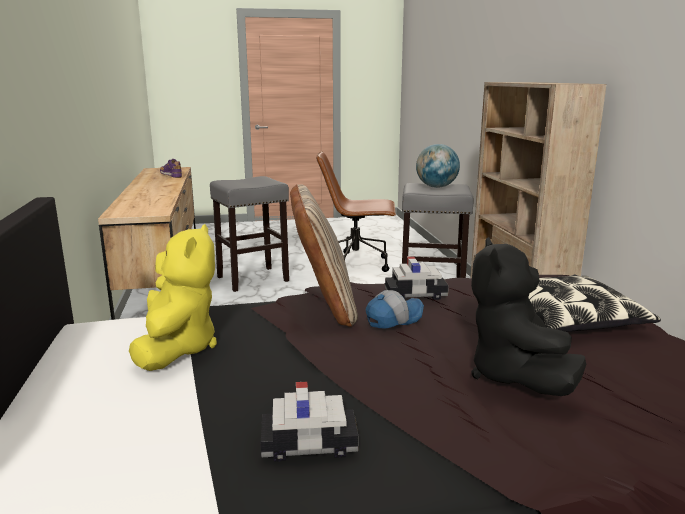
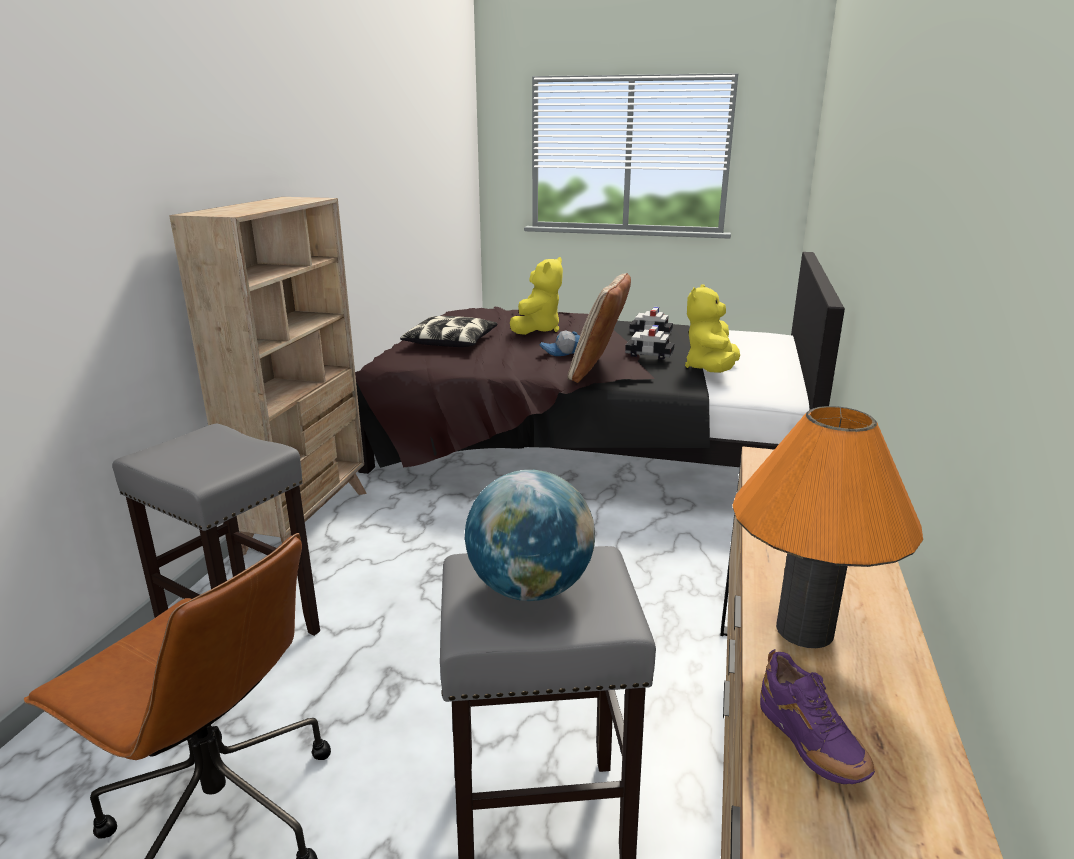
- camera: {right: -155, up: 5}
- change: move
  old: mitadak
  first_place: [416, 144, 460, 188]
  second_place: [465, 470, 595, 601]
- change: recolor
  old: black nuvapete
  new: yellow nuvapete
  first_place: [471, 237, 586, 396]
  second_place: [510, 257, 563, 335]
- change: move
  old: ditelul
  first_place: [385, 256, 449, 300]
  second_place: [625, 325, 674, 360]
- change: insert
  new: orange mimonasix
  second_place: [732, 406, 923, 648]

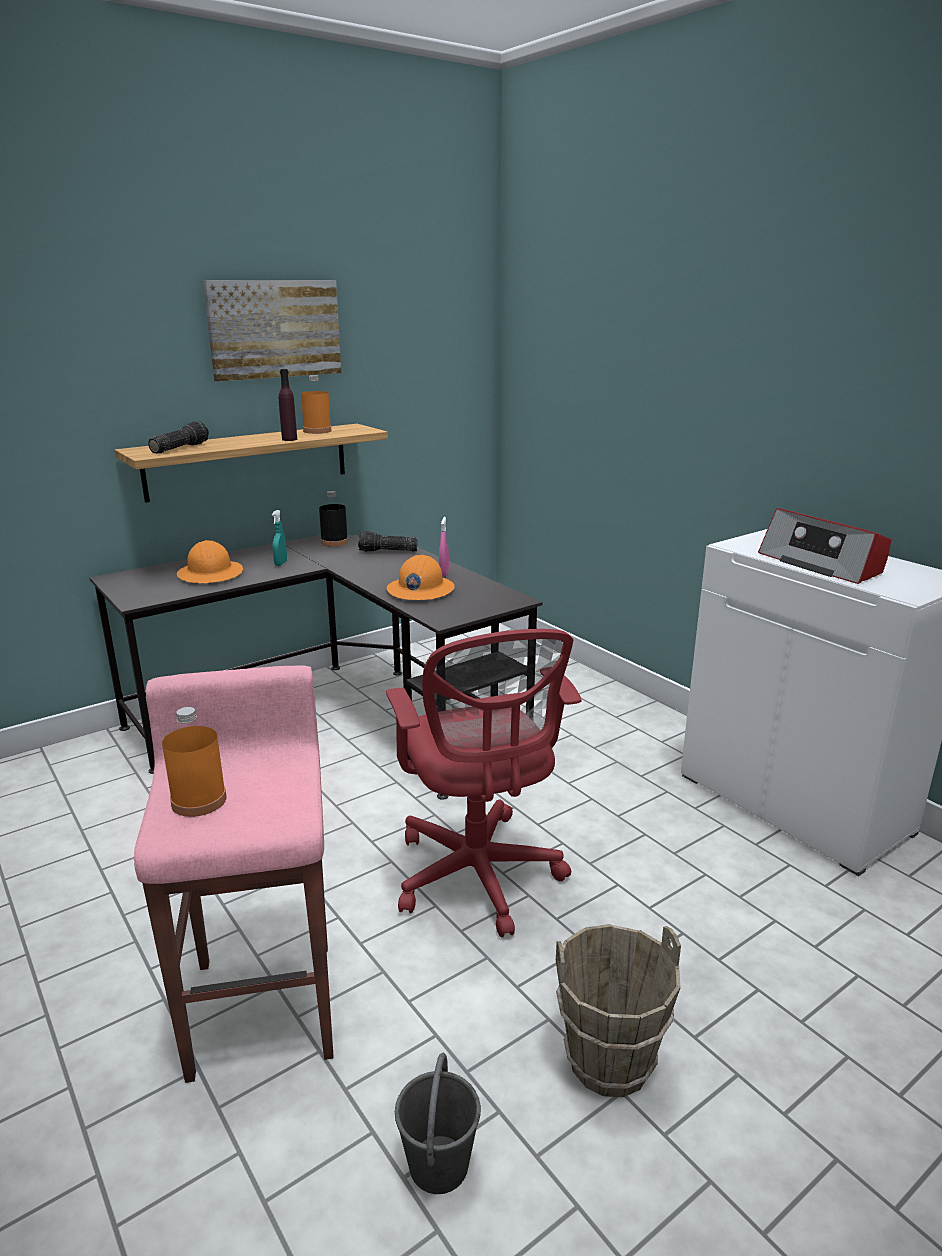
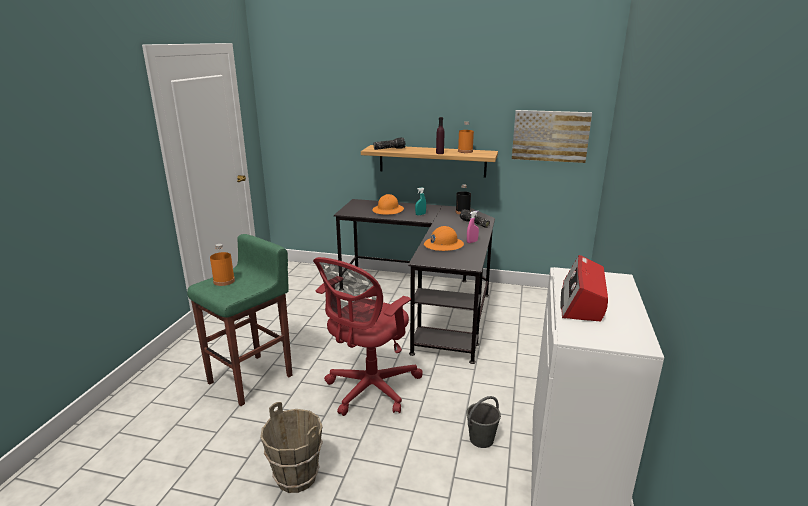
- camera: {right: 50, up: 0}
- change: recolor
  old: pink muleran
  new: green muleran
  first_place: [134, 665, 333, 1083]
  second_place: [187, 234, 292, 406]
- change: move
  old: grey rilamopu
  first_place: [395, 1053, 481, 1194]
  second_place: [466, 396, 501, 448]
- change: move
  old: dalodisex
  first_place: [203, 280, 342, 382]
  second_place: [512, 110, 592, 163]

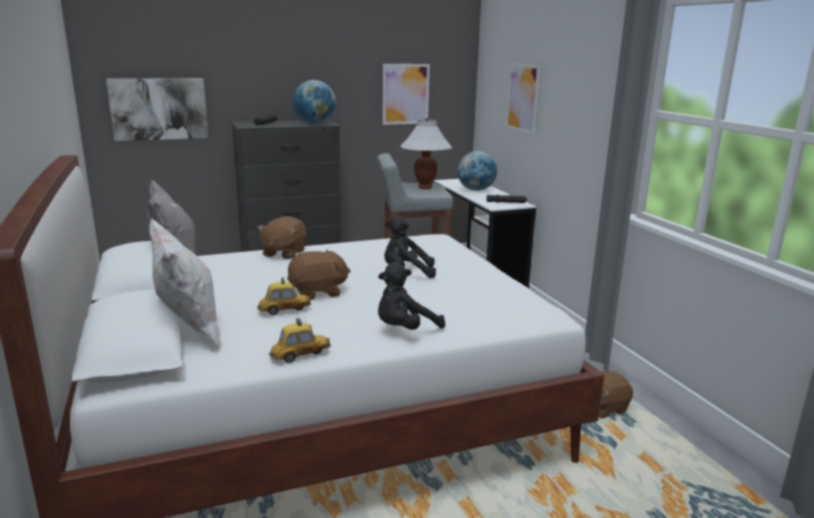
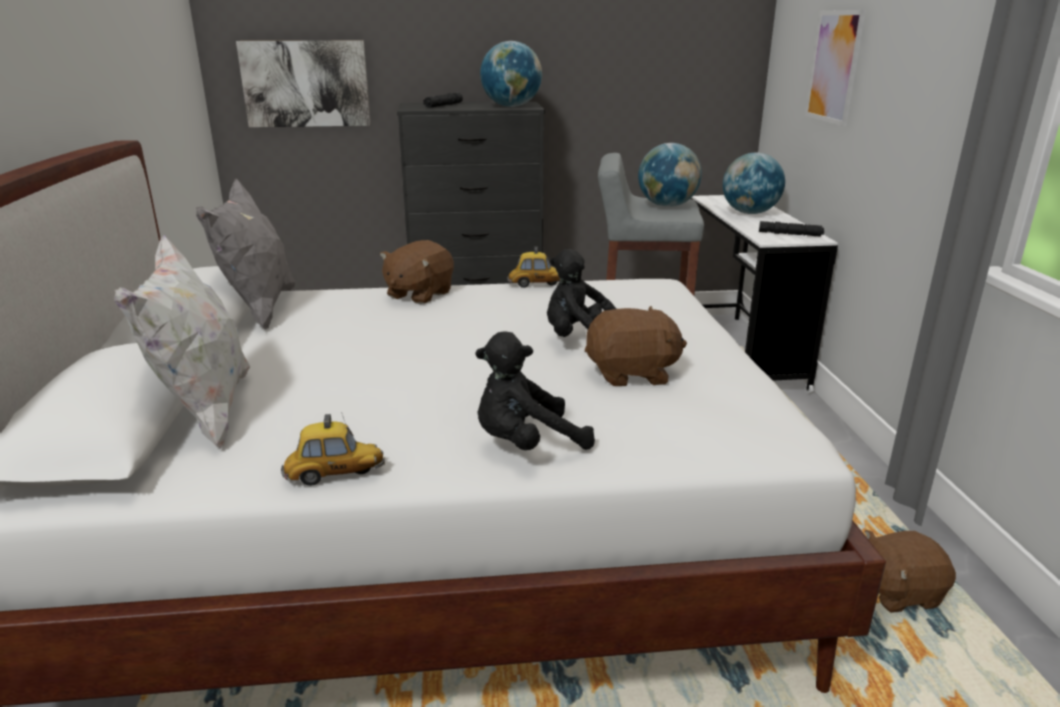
- camera: {right: 15, up: 5}
- change: move
  old: ditelul
  first_place: [257, 277, 311, 315]
  second_place: [507, 247, 561, 288]
- change: move
  old: brown nuvapete
  first_place: [287, 250, 350, 300]
  second_place: [585, 306, 687, 386]
- change: replace
  old: white mimonasix
  new: mitadak
  first_place: [401, 118, 452, 189]
  second_place: [638, 143, 702, 207]
- change: delete
  old: dalodisex
  first_place: [382, 64, 430, 125]

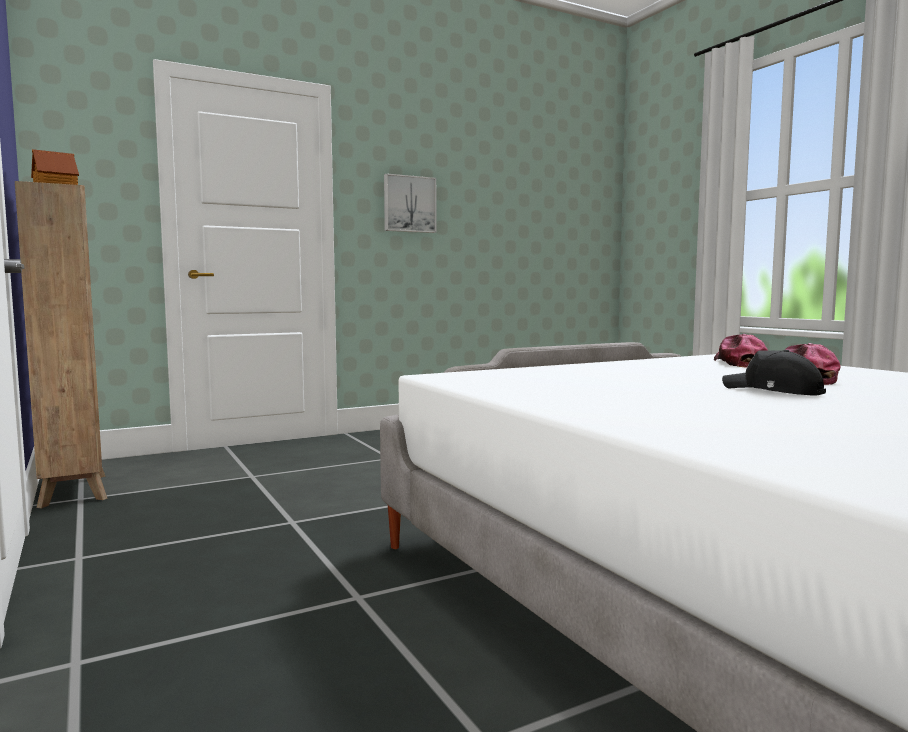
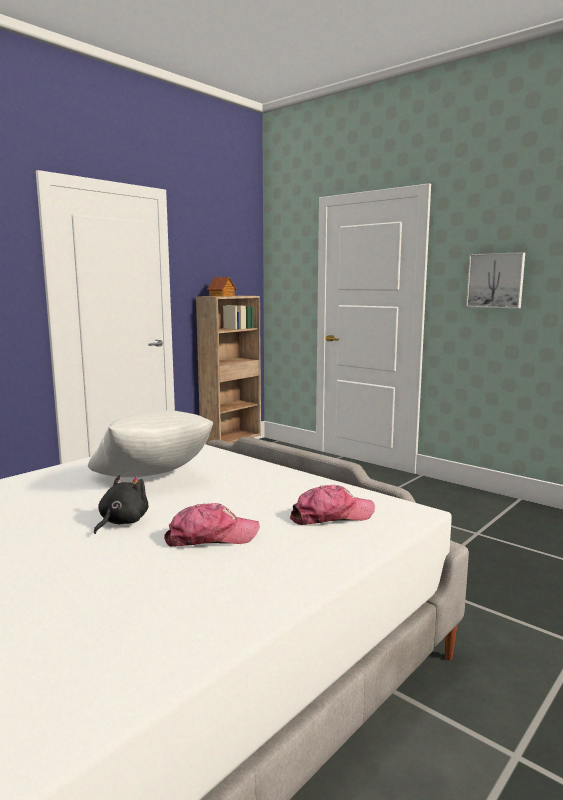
- camera: {right: 70, up: 5}
- change: insert
  new: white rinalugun
  second_place: [88, 410, 213, 477]
- change: replace
  old: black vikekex
  new: black nuvapete
  first_place: [722, 350, 826, 395]
  second_place: [94, 475, 149, 534]

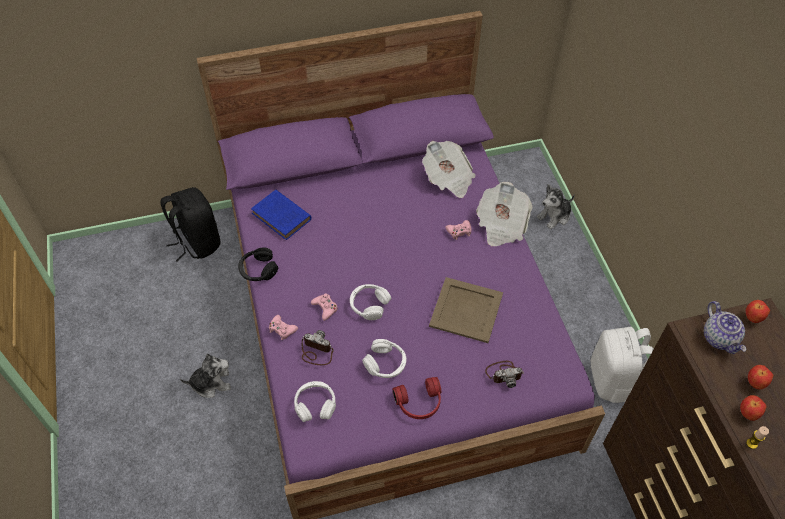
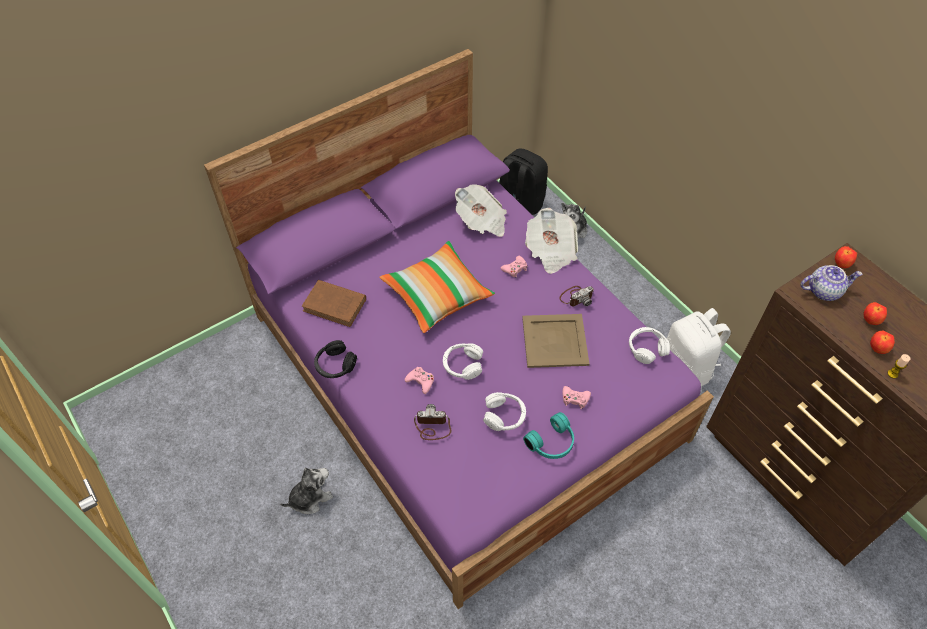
- camera: {right: -20, up: 0}
- change: recolor
  old: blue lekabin
  new: brown lekabin
  first_place: [251, 190, 311, 240]
  second_place: [302, 280, 366, 327]
- change: insert
  new: rinalugun
  second_place: [379, 241, 495, 333]
- change: move
  old: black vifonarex
  first_place: [161, 187, 221, 261]
  second_place: [499, 148, 548, 215]
- change: recolor
  old: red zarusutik
  new: turquoise zarusutik
  first_place: [393, 377, 441, 419]
  second_place: [523, 412, 574, 459]
- change: move
  old: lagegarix
  first_place: [485, 361, 524, 388]
  second_place: [559, 286, 594, 306]
- change: move
  old: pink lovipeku
  first_place: [269, 315, 298, 340]
  second_place: [562, 386, 591, 409]
- change: move
  old: white zarusutik
  first_place: [294, 381, 336, 422]
  second_place: [629, 327, 670, 364]
- change: rotate
  old: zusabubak
  first_place: [704, 301, 746, 354]
  second_place: [800, 265, 862, 301]
  degrees: -60

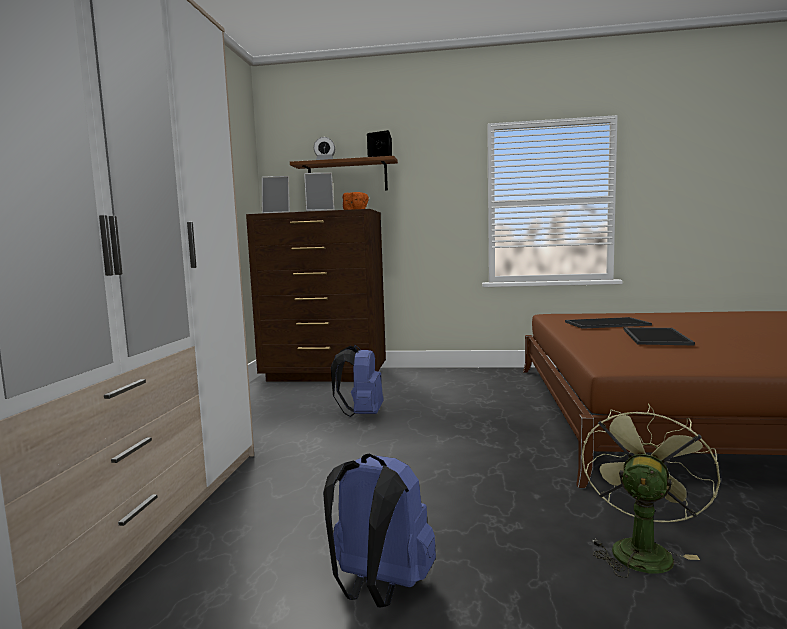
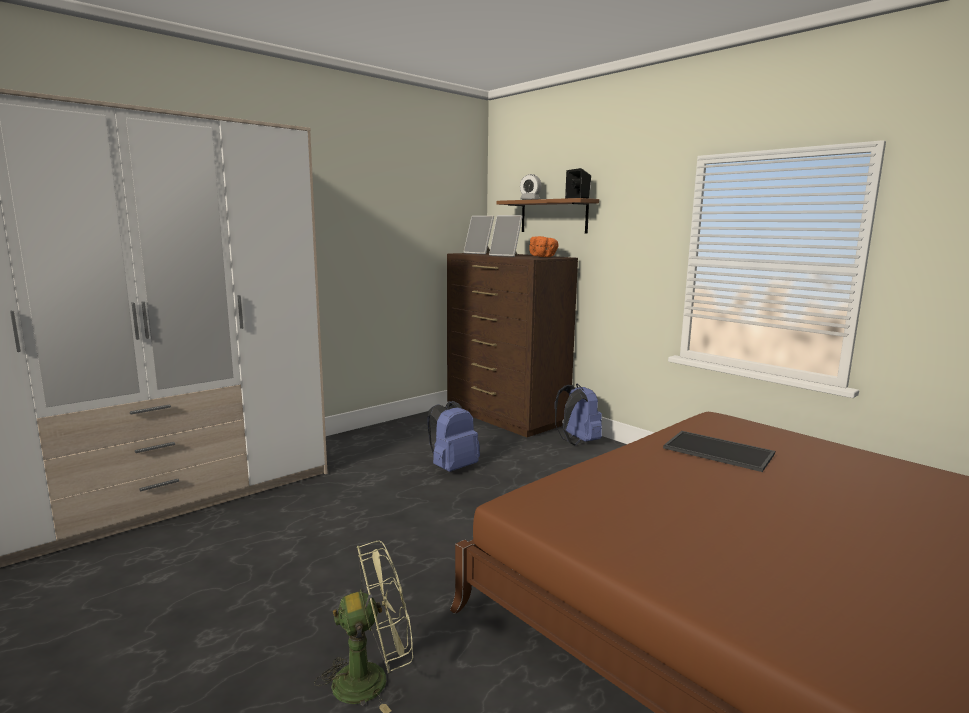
- camera: {right: 40, up: 5}
- change: move
  old: blue vifonarex
  first_place: [323, 454, 436, 607]
  second_place: [555, 384, 602, 445]
- change: delete
  old: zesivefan
  first_place: [624, 327, 695, 345]

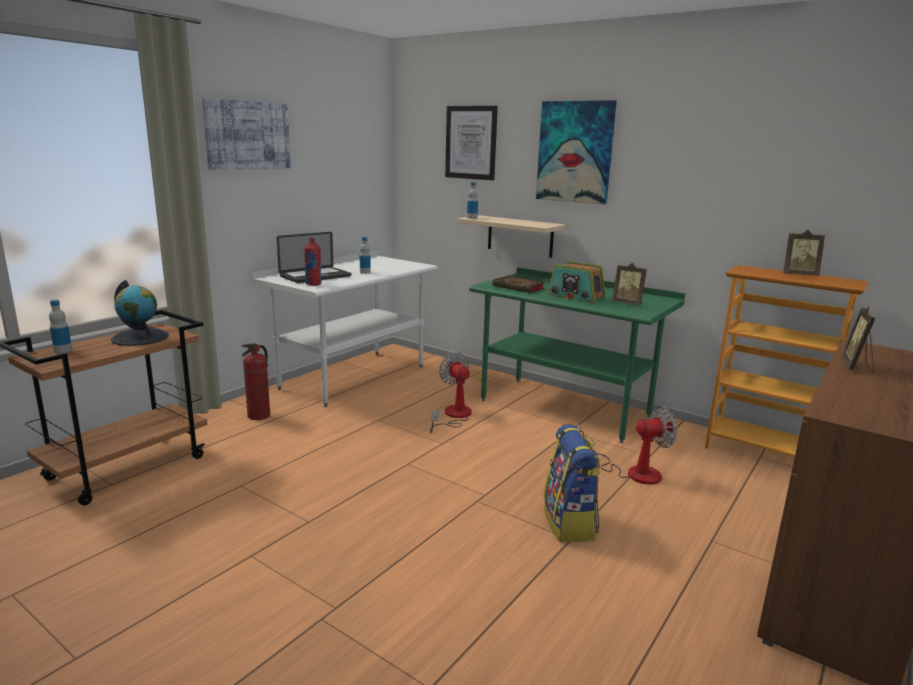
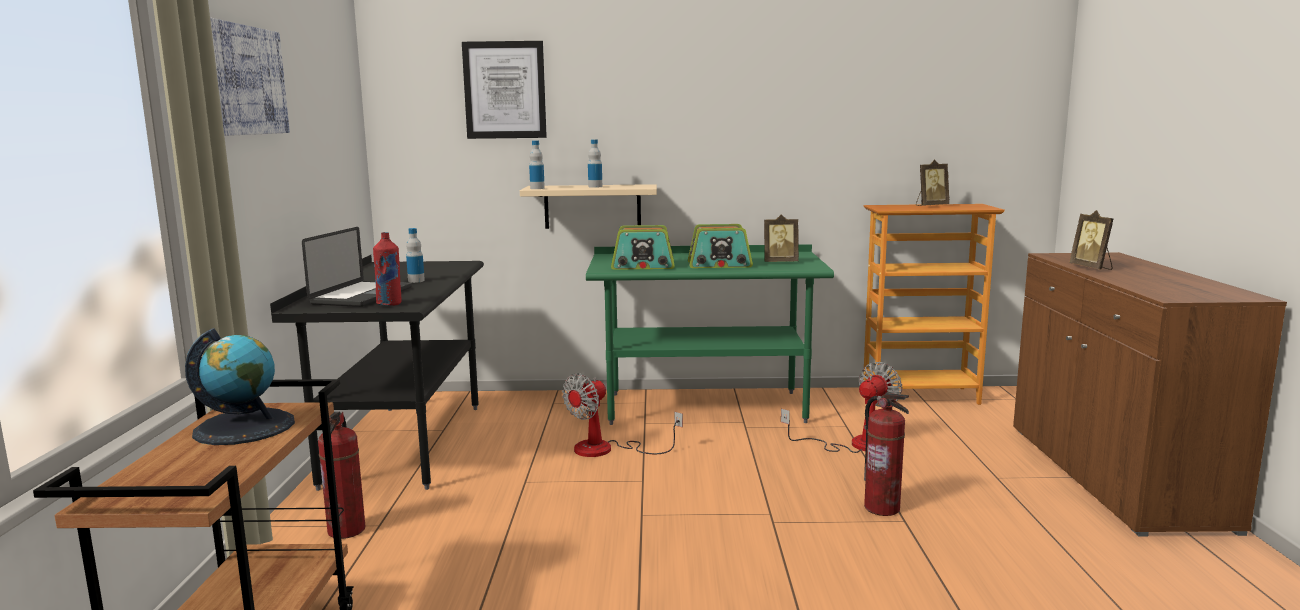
- camera: {right: -35, up: -5}
- change: recolor
  old: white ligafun
  new: black ligafun
  first_place: [253, 251, 438, 407]
  second_place: [270, 255, 484, 491]
- change: rotate
  old: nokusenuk
  first_place: [430, 352, 472, 433]
  second_place: [562, 373, 683, 457]
  degrees: -75
- change: move
  old: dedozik
  first_place: [49, 300, 72, 353]
  second_place: [588, 139, 602, 188]
- change: replace
  old: lekabin
  new: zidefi
  first_place: [493, 276, 545, 293]
  second_place: [611, 225, 675, 270]
- change: replace
  old: vifonarex
  new: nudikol
  first_place: [543, 424, 601, 542]
  second_place: [864, 393, 909, 516]
- change: delete
  old: dalodisex
  first_place: [536, 100, 617, 205]

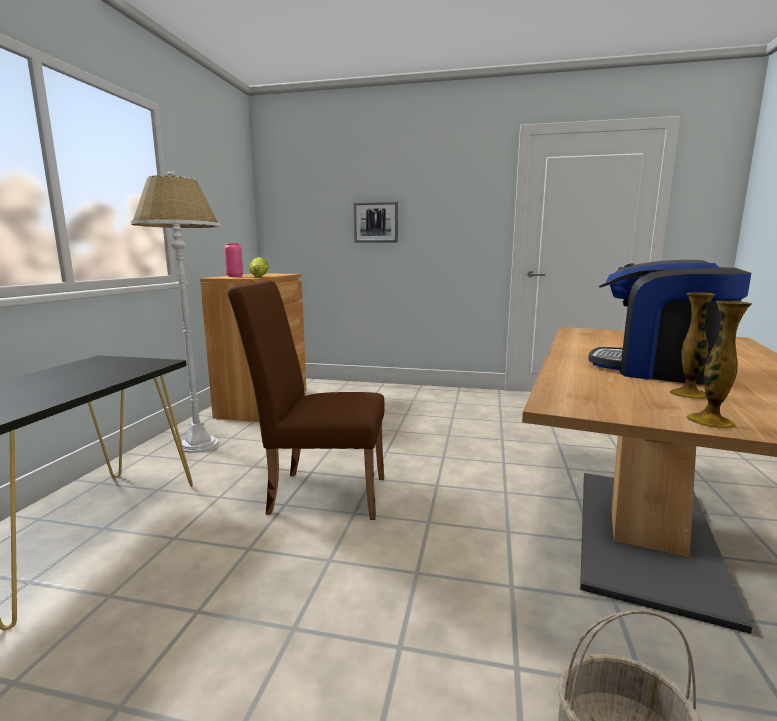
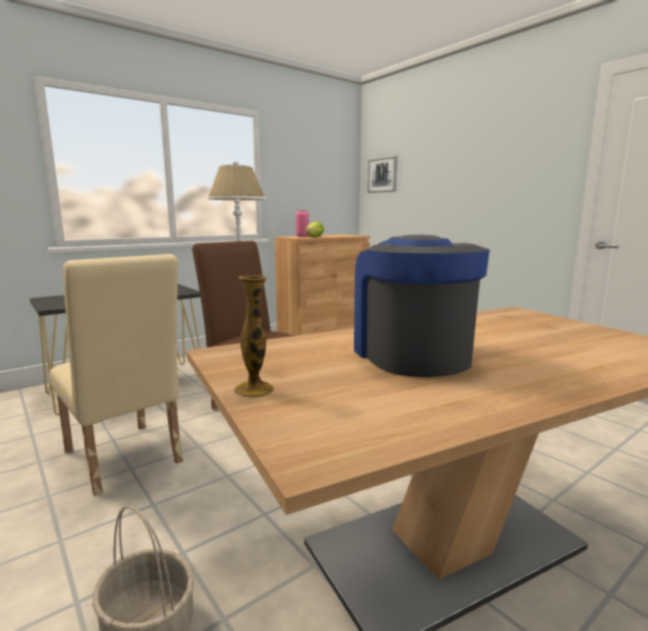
- camera: {right: 40, up: 0}
- change: insert
  new: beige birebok
  second_place: [50, 254, 183, 496]
- change: move
  old: dalodisex
  first_place: [354, 201, 398, 243]
  second_place: [367, 155, 397, 193]
- change: delete
  old: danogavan
  first_place: [669, 293, 716, 399]

